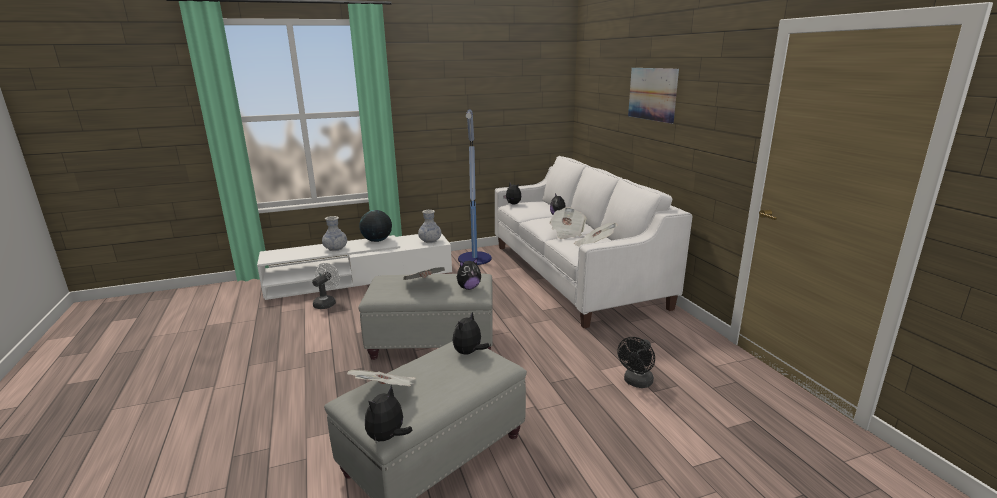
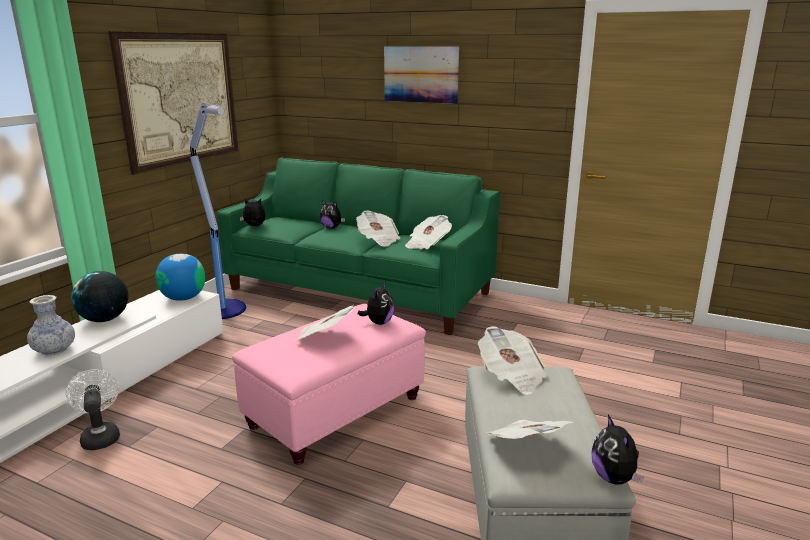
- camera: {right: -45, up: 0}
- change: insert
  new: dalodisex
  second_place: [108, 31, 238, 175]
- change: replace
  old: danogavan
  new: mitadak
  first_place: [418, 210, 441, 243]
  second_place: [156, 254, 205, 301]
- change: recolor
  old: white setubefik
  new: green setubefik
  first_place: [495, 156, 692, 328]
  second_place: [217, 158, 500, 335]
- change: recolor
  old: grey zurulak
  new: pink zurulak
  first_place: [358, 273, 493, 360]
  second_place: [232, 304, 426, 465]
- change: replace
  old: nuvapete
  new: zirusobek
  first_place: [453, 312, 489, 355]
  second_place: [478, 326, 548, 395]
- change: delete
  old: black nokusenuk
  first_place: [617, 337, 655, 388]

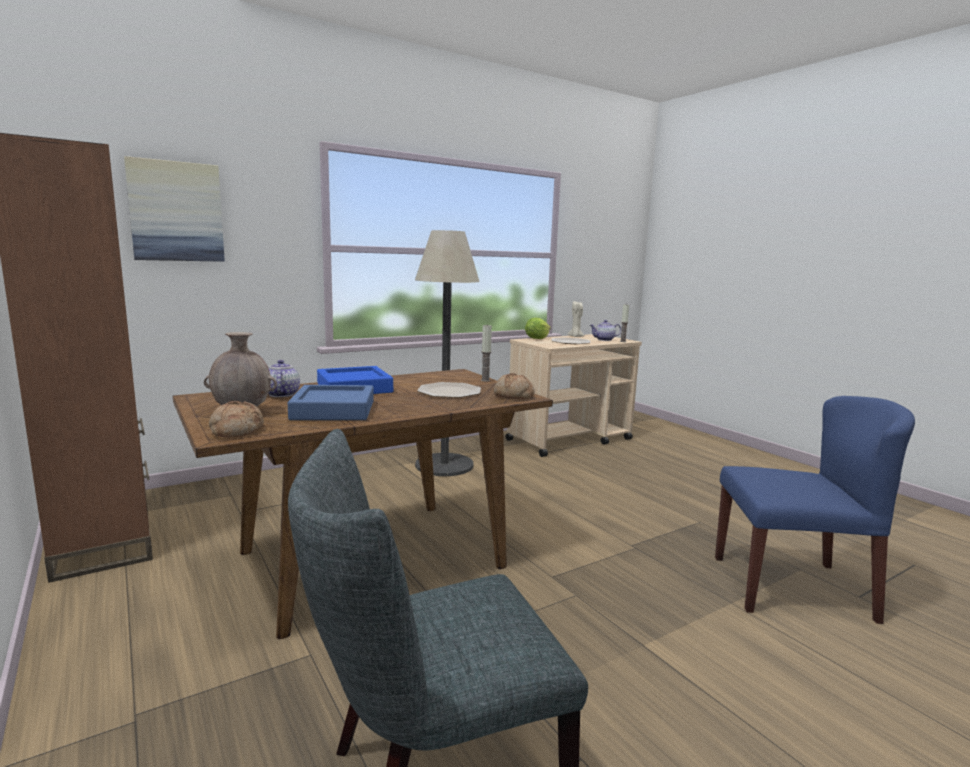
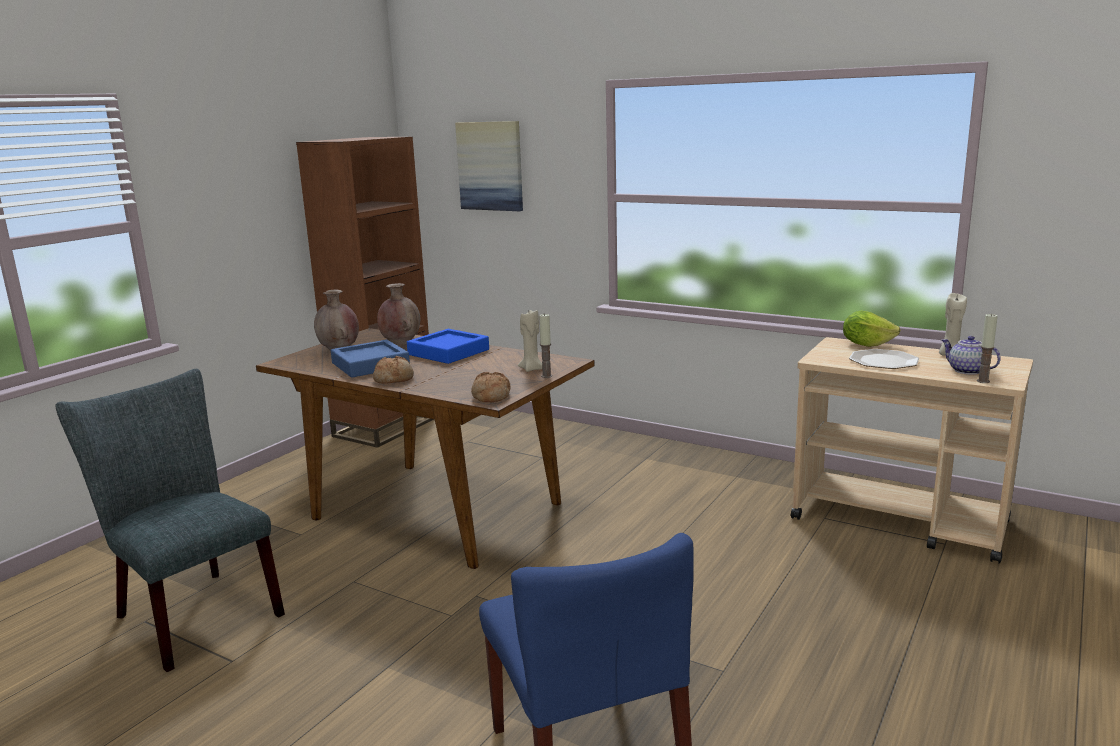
- camera: {right: 65, up: 5}
- change: move
  old: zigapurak
  first_place: [209, 401, 264, 438]
  second_place: [373, 356, 414, 384]
- change: replace
  old: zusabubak
  new: brown danogavan
  first_place: [268, 360, 300, 397]
  second_place: [377, 283, 420, 346]
- change: insert
  new: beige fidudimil
  second_place: [518, 310, 542, 372]
- change: delete
  old: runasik
  first_place: [415, 230, 480, 476]
- change: delete
  old: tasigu
  first_place: [417, 382, 481, 398]

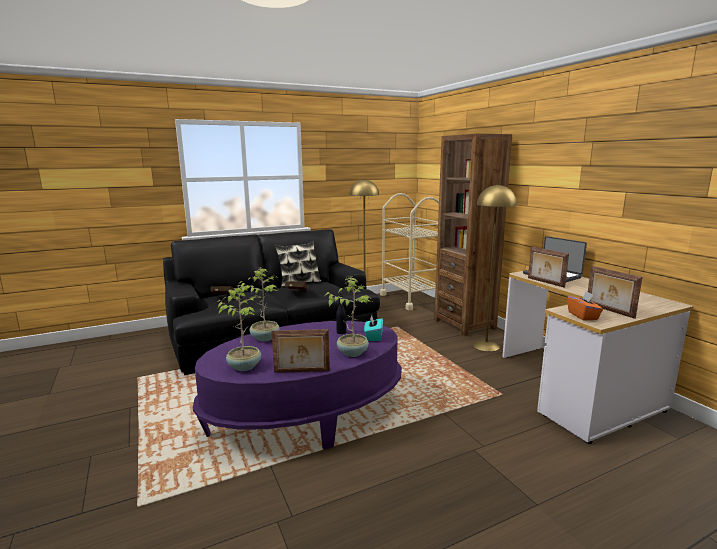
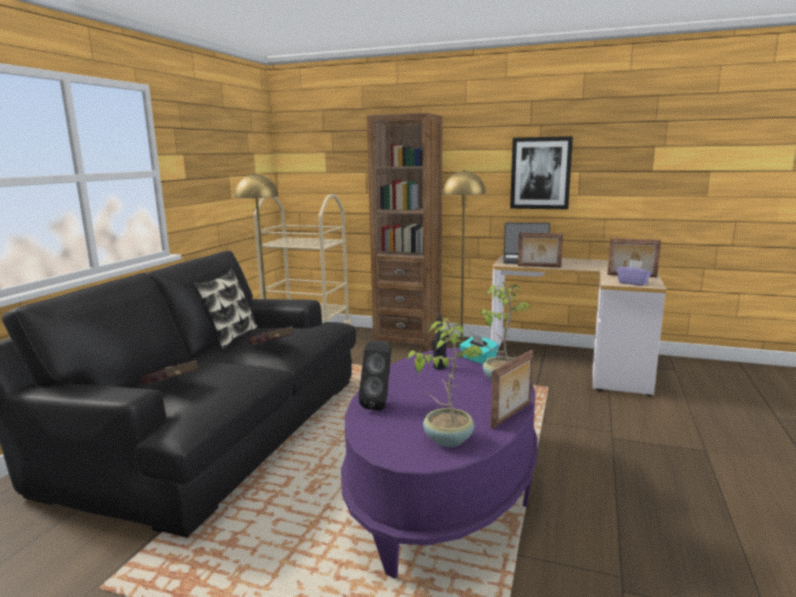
- camera: {right: -45, up: 0}
- change: replace
  old: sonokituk
  new: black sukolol
  first_place: [239, 267, 280, 341]
  second_place: [359, 341, 391, 411]
- change: insert
  new: dalodisex
  second_place: [510, 136, 573, 209]
- change: recolor
  old: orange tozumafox
  new: purple tozumafox
  first_place: [567, 291, 603, 321]
  second_place: [617, 260, 652, 286]

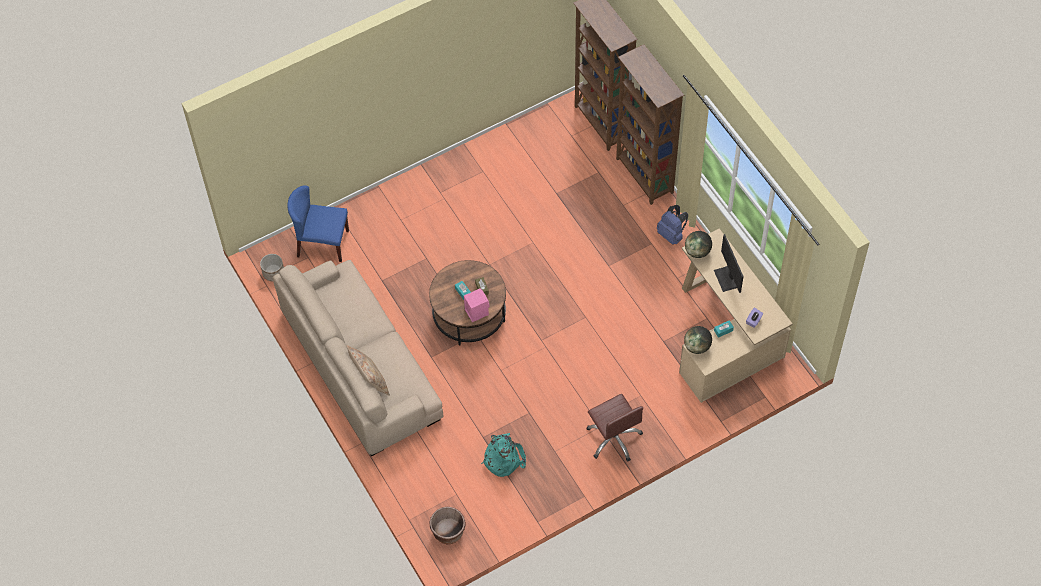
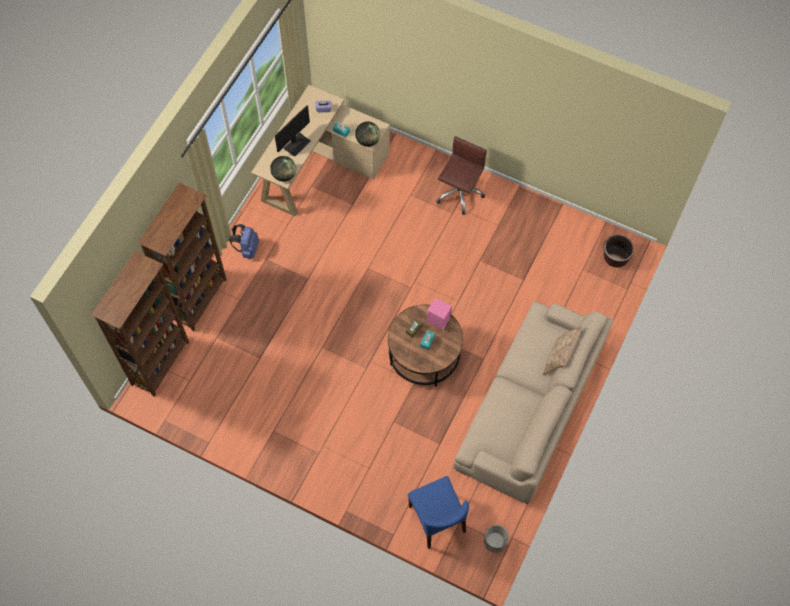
- camera: {right: -125, up: 5}
- change: delete
  old: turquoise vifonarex
  first_place: [481, 433, 526, 477]

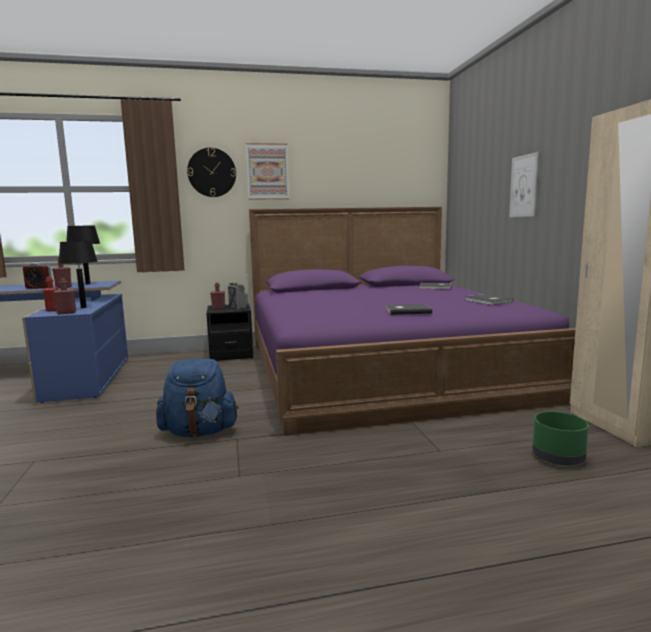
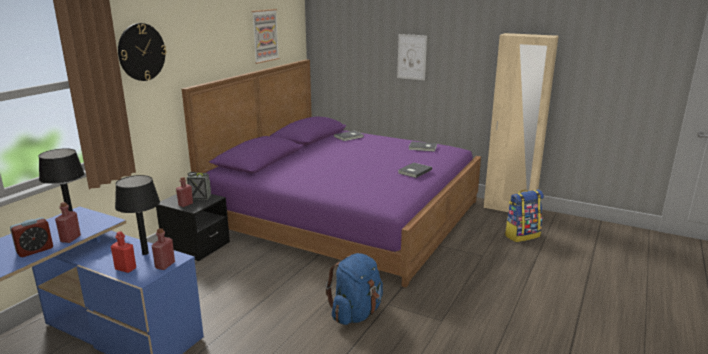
- camera: {right: -50, up: 10}
- change: move
  old: dalodisex
  first_place: [246, 143, 289, 200]
  second_place: [252, 9, 280, 64]
- change: replace
  old: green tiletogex
  new: vifonarex
  first_place: [532, 412, 589, 465]
  second_place: [505, 190, 544, 242]

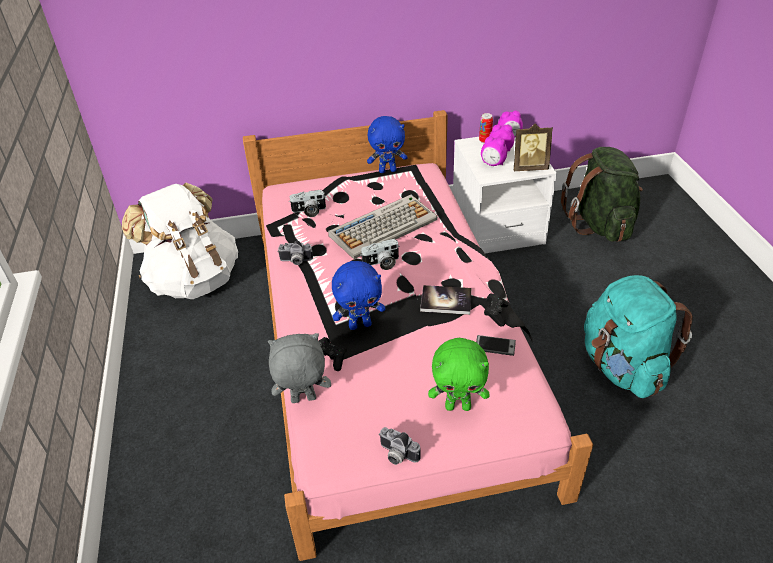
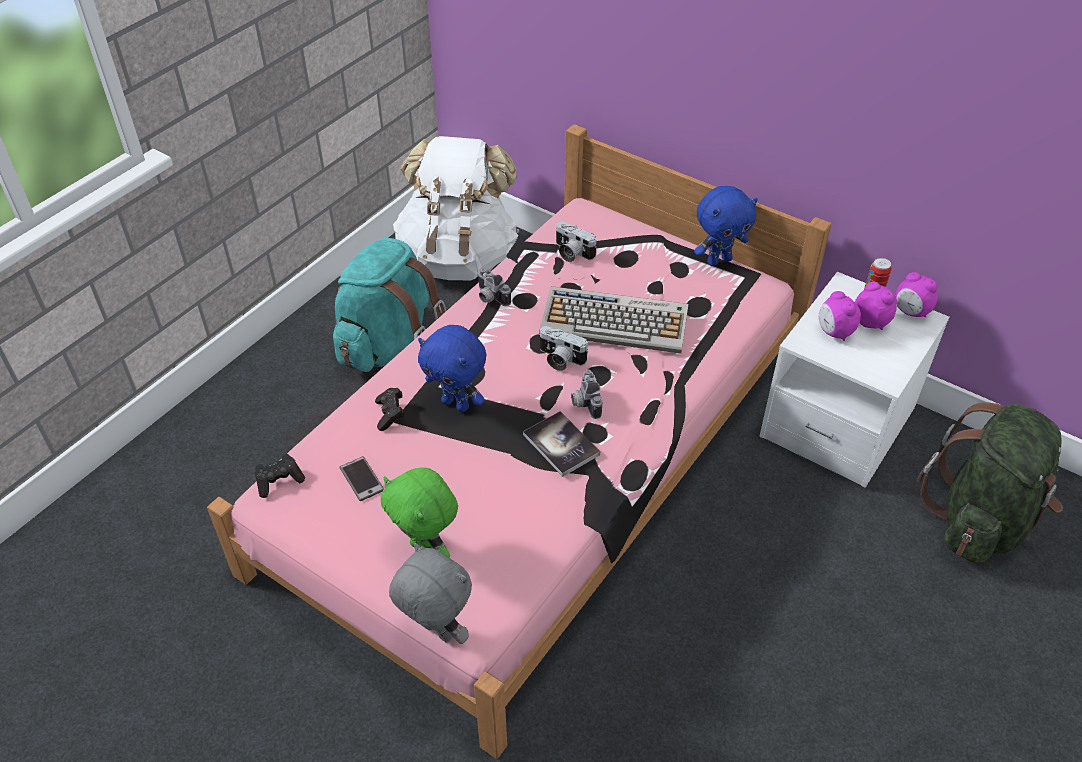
- camera: {right: 45, up: 5}
- change: move
  old: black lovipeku
  first_place: [484, 293, 508, 327]
  second_place: [255, 454, 305, 498]
- change: move
  old: turquoise vifonarex
  first_place: [584, 275, 693, 398]
  second_place: [333, 238, 446, 372]
- change: move
  old: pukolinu
  first_place: [476, 335, 516, 356]
  second_place: [340, 456, 384, 501]
- change: move
  old: grey nuvapete
  first_place: [268, 333, 331, 403]
  second_place: [389, 543, 472, 644]
- change: move
  old: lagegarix
  first_place: [379, 427, 421, 465]
  second_place: [571, 369, 602, 419]
- change: rotate
  old: blue nuvapete
  first_place: [367, 116, 407, 173]
  second_place: [694, 186, 758, 266]
  degrees: -60
- change: delete
  old: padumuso
  first_place: [514, 124, 553, 171]

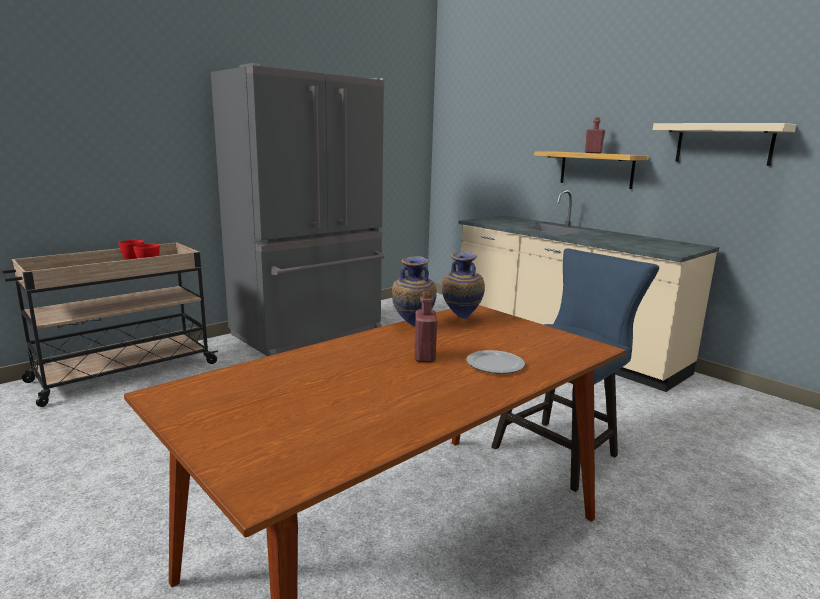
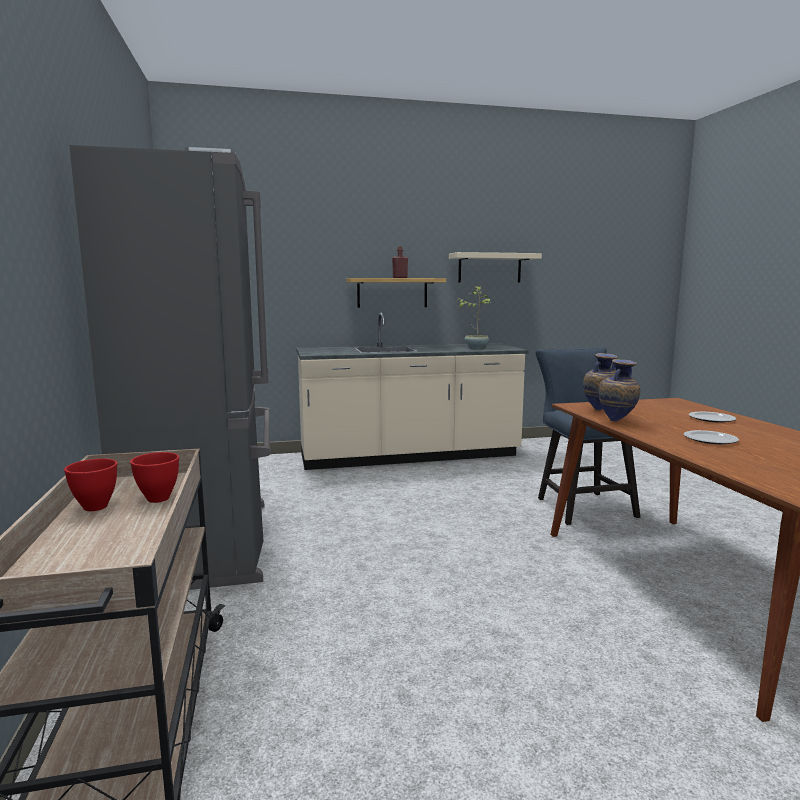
- camera: {right: -60, up: -5}
- change: insert
  new: sonokituk
  second_place: [459, 285, 490, 348]
- change: insert
  new: tasigu
  second_place: [684, 430, 739, 444]
- change: delete
  old: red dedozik
  first_place: [415, 291, 437, 362]

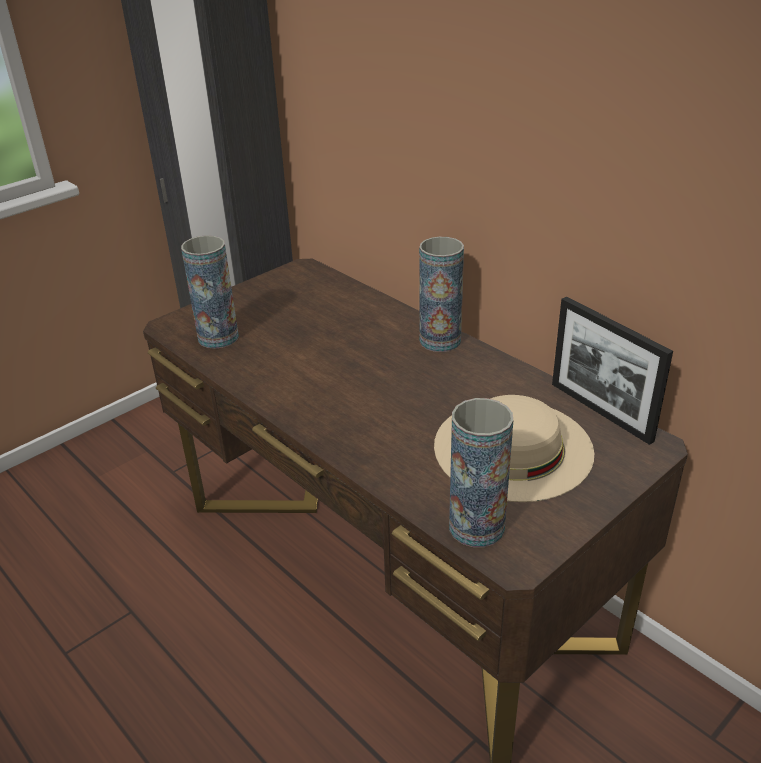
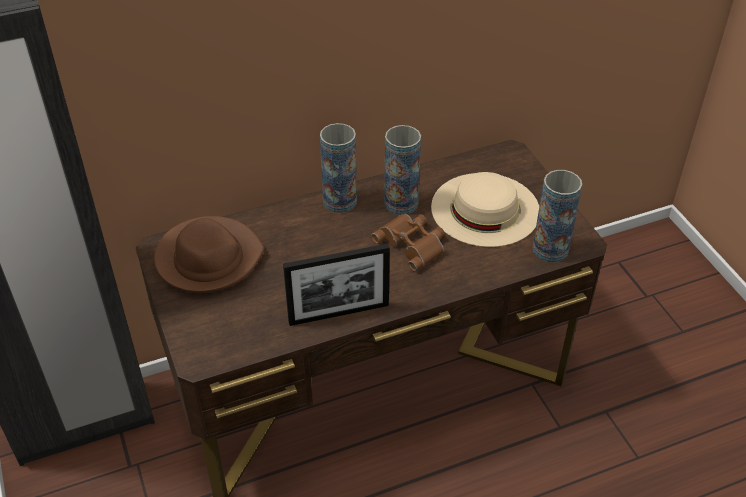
- camera: {right: -70, up: 10}
- change: insert
  new: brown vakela
  second_place: [154, 216, 264, 293]
- change: move
  old: padumuso
  first_place: [552, 297, 673, 445]
  second_place: [283, 244, 390, 326]
- change: insert
  new: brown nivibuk
  second_place: [371, 214, 445, 272]
- change: move
  old: danogavan
  first_place: [181, 235, 239, 349]
  second_place: [384, 125, 421, 215]

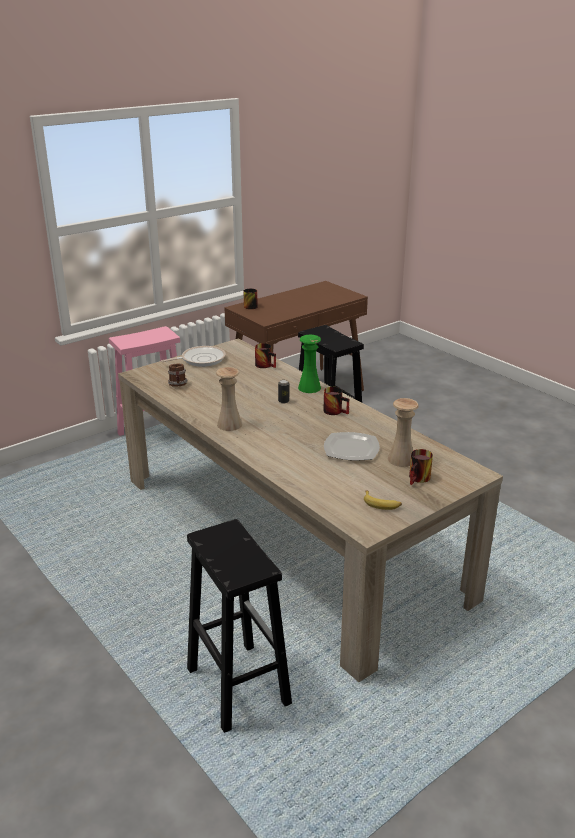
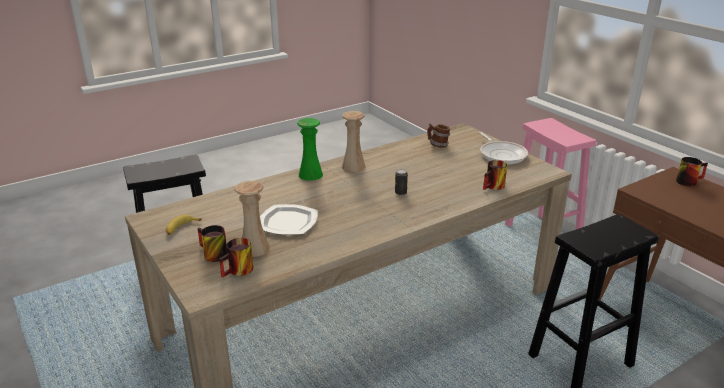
- camera: {right: 95, up: 0}
- change: move
  old: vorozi
  first_place: [323, 387, 349, 415]
  second_place: [219, 238, 253, 278]
- change: move
  old: green danogavan
  first_place: [298, 335, 321, 393]
  second_place: [297, 118, 323, 181]

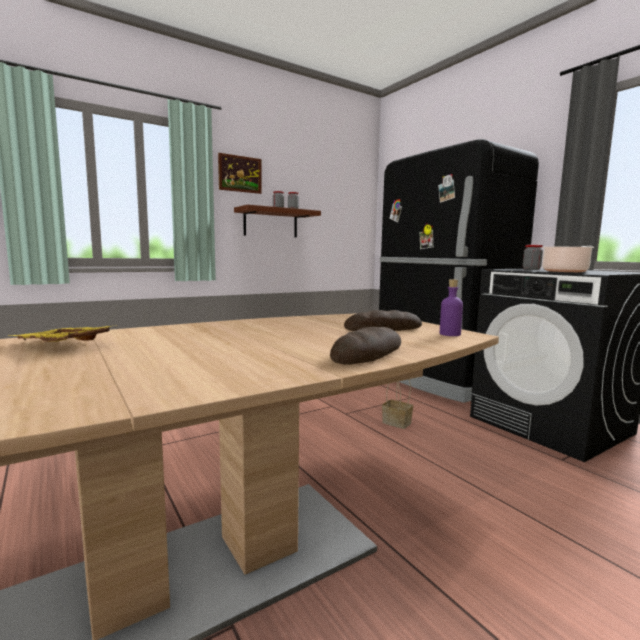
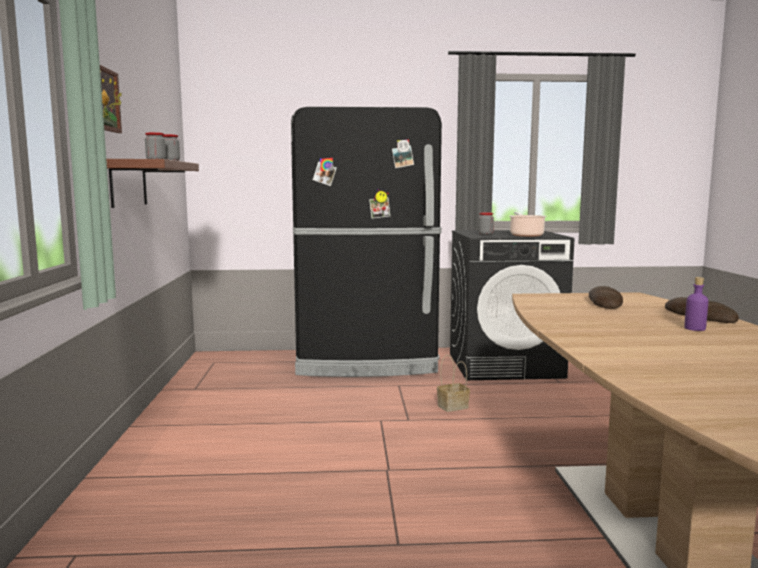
- camera: {right: -60, up: 0}
- change: move
  old: purple dedozik
  first_place: [440, 279, 463, 336]
  second_place: [684, 277, 708, 331]
- change: delete
  old: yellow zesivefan
  first_place: [7, 325, 117, 342]

